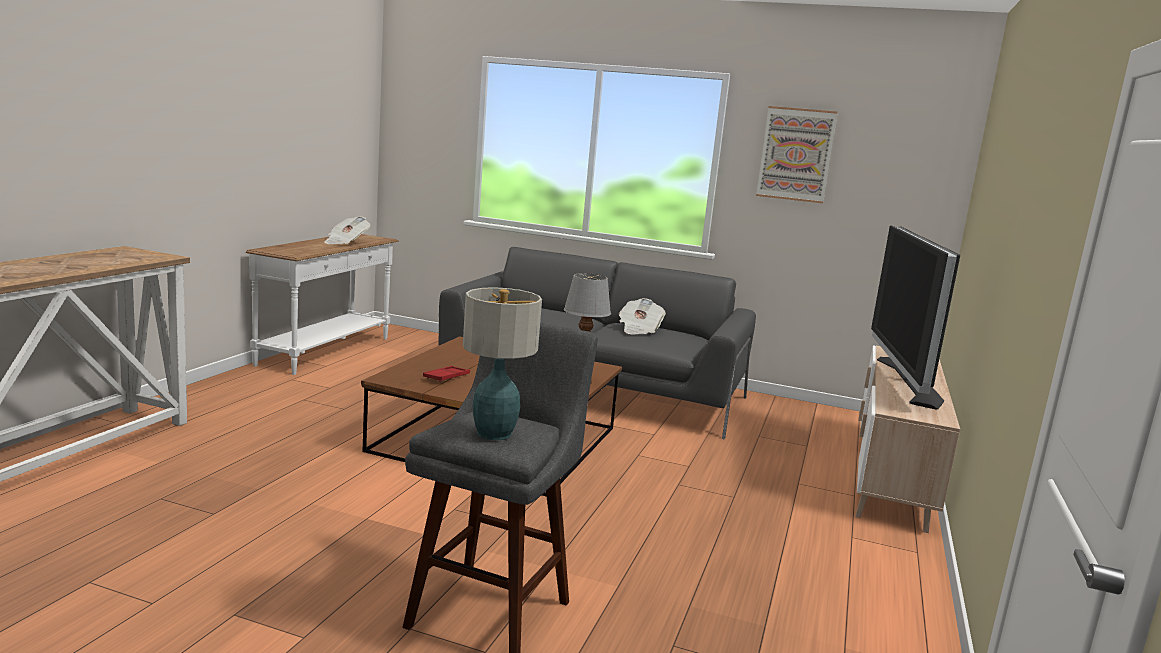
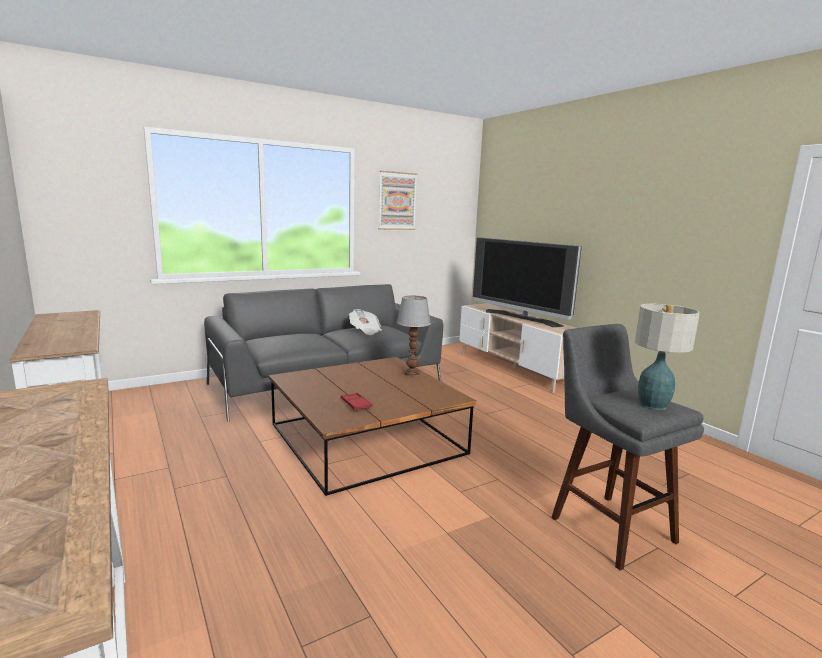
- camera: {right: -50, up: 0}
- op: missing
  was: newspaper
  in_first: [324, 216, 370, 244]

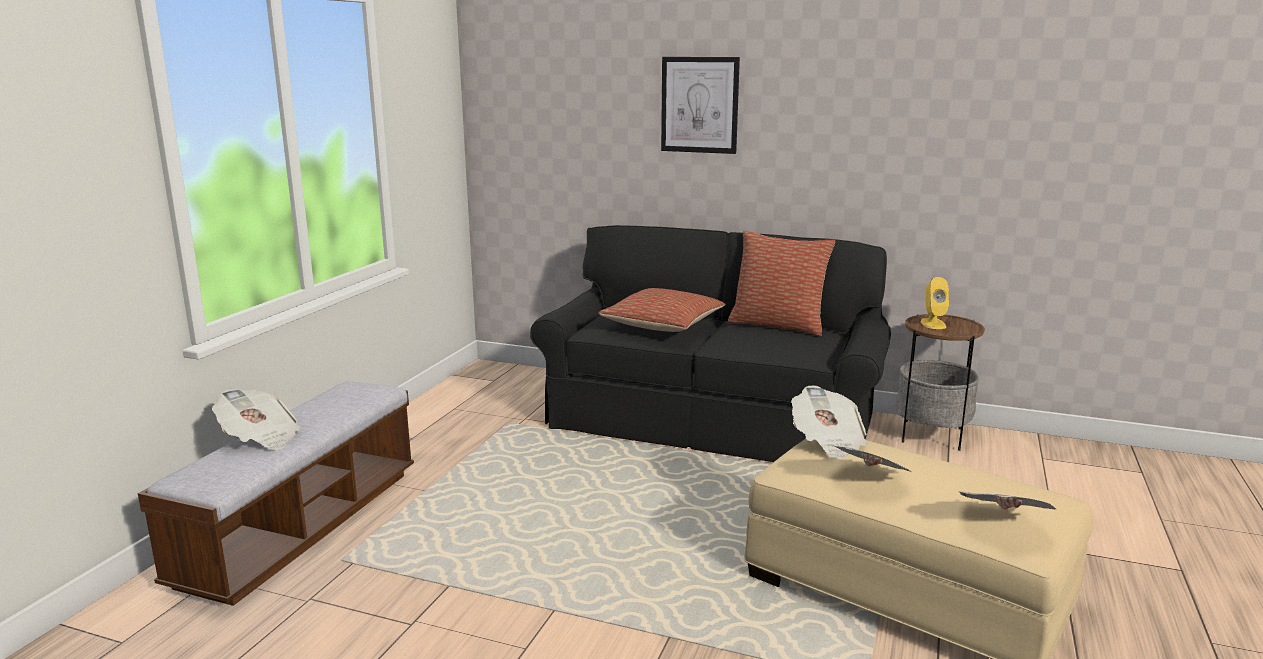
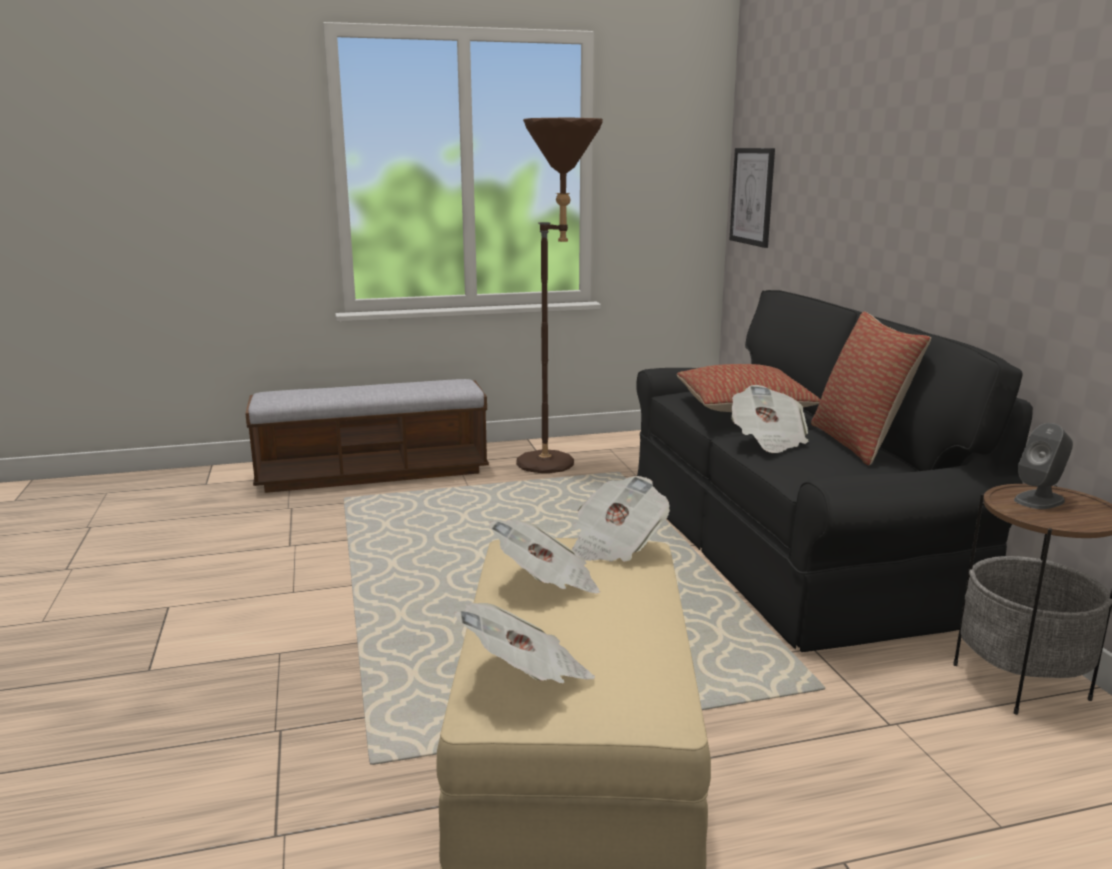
- camera: {right: 55, up: 0}
- op: appeared
  now: brown_floor_lamp
  in_second: [516, 117, 603, 473]
- op: relocated
  was: newspaper
  in_first: [212, 389, 301, 450]
  in_second: [731, 385, 809, 453]
- op: relocated
  was: picture
  in_first: [661, 57, 740, 154]
  in_second: [730, 148, 775, 248]
- op: colour
  was: yellow_speaker
  now: grey_speaker
  in_first: [920, 277, 949, 329]
  in_second: [1014, 423, 1073, 509]

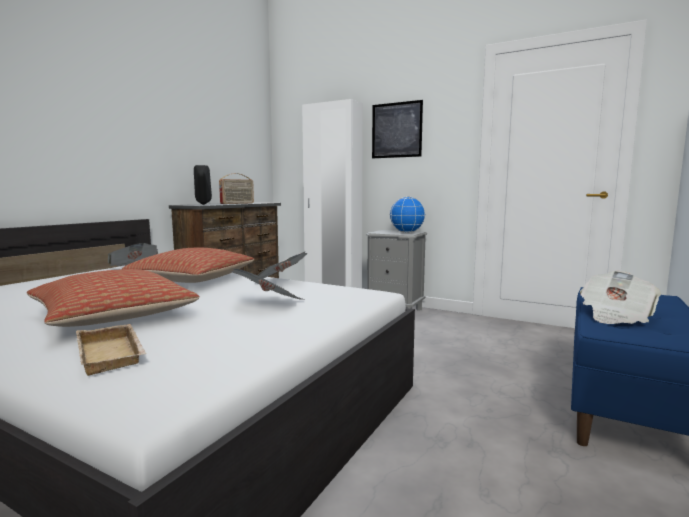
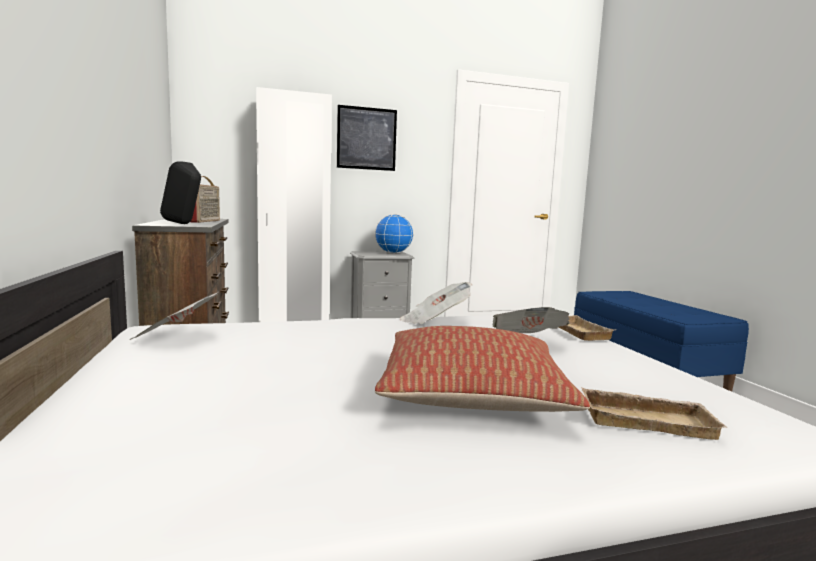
- camera: {right: -45, up: 0}
- op: missing
  was: pillow
  in_first: [122, 248, 254, 283]
- op: missing
  was: newspaper
  in_first: [580, 271, 661, 324]
- op: appeared
  now: beige_tray
  in_second: [558, 315, 614, 341]

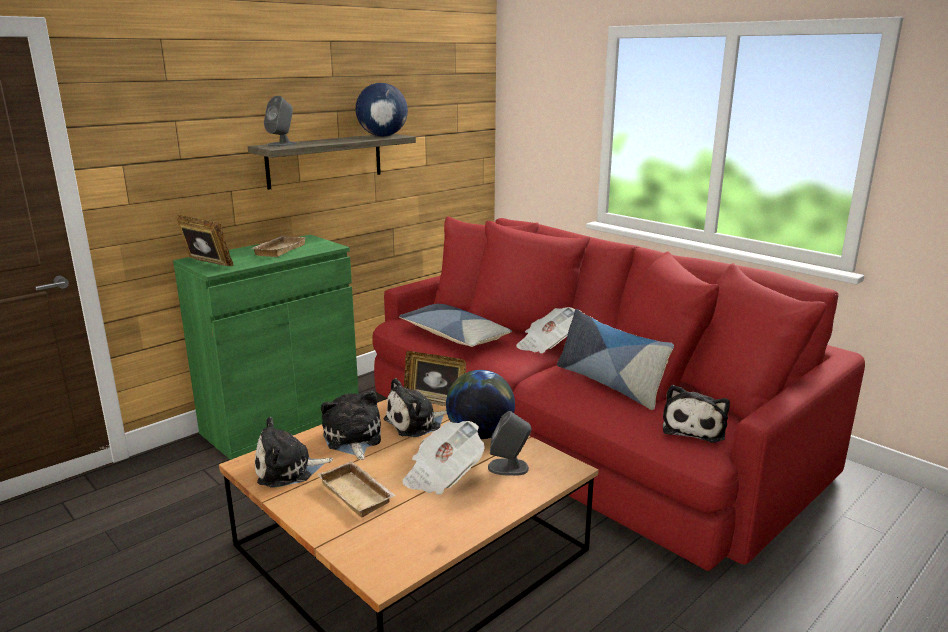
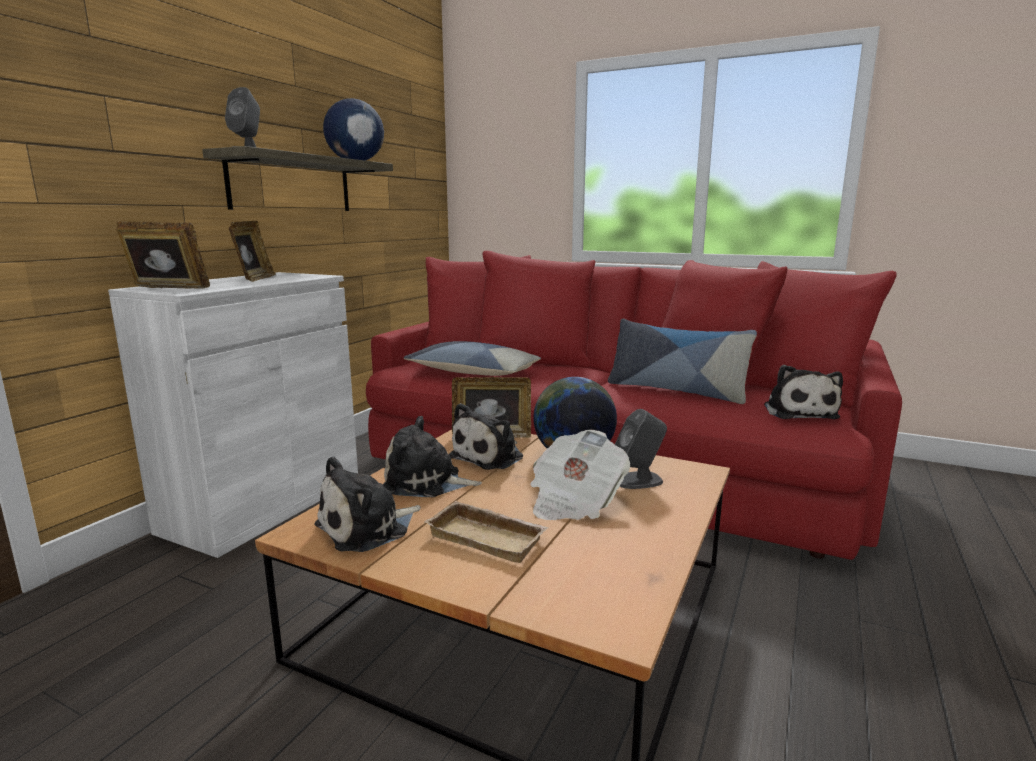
- camera: {right: -20, up: -5}
- op: missing
  was: newspaper
  in_first: [516, 307, 575, 353]
- op: exchanged
  was: beige_tray
  now: picture_frame
  in_first: [252, 236, 307, 257]
  in_second: [229, 221, 276, 282]
- op: colour
  was: green_cabinet
  now: white_cabinet
  in_first: [173, 235, 359, 460]
  in_second: [108, 272, 358, 558]
- op: spun
  was: plush_toy
  in_first: [321, 391, 381, 460]
  in_second: [383, 416, 482, 497]
  clockwise: -45

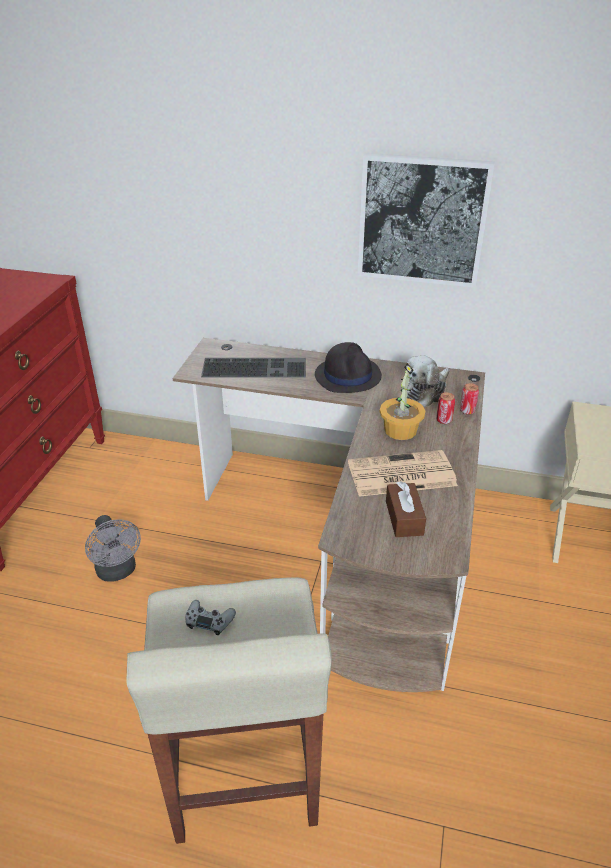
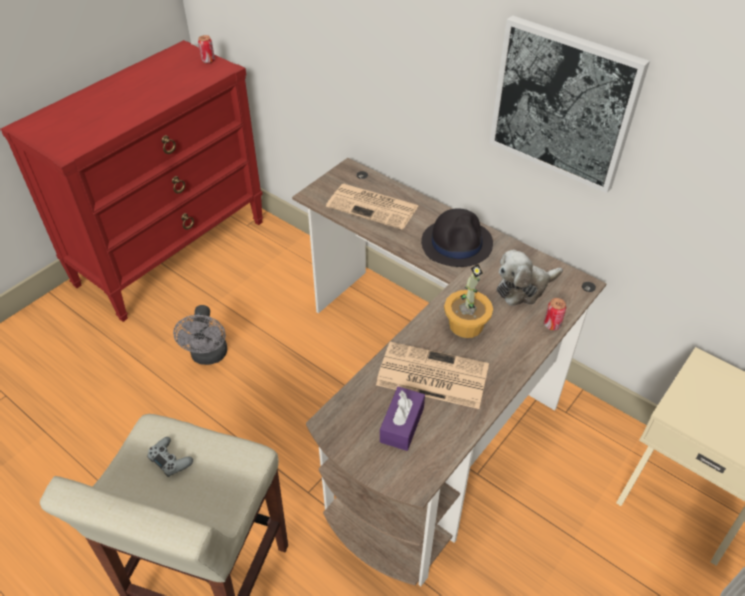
- camera: {right: 25, up: 10}
- op: relocated
  was: can
  in_first: [436, 392, 455, 424]
  in_second: [198, 35, 215, 63]
- op: exchanged
  was: keyboard
  now: newspaper
  in_first: [201, 358, 306, 378]
  in_second: [326, 184, 419, 230]
- op: colour
  was: brown_tissue_box
  now: purple_tissue_box
  in_first: [386, 481, 426, 537]
  in_second: [380, 386, 425, 451]

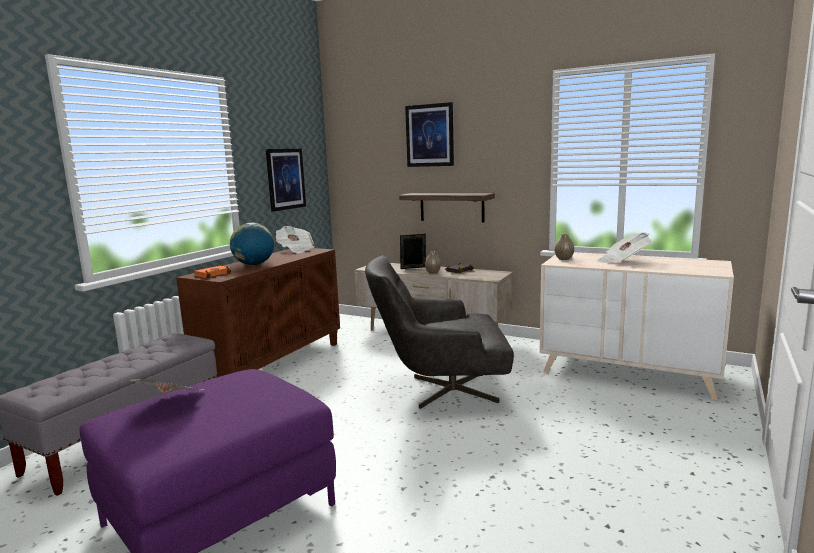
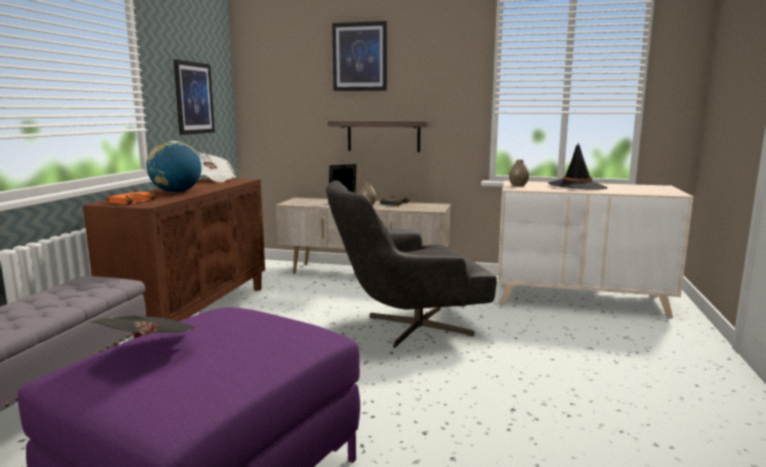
- camera: {right: -15, up: 0}
- op: exchanged
  was: newspaper
  now: black_hat
  in_first: [598, 233, 651, 263]
  in_second: [548, 143, 608, 190]

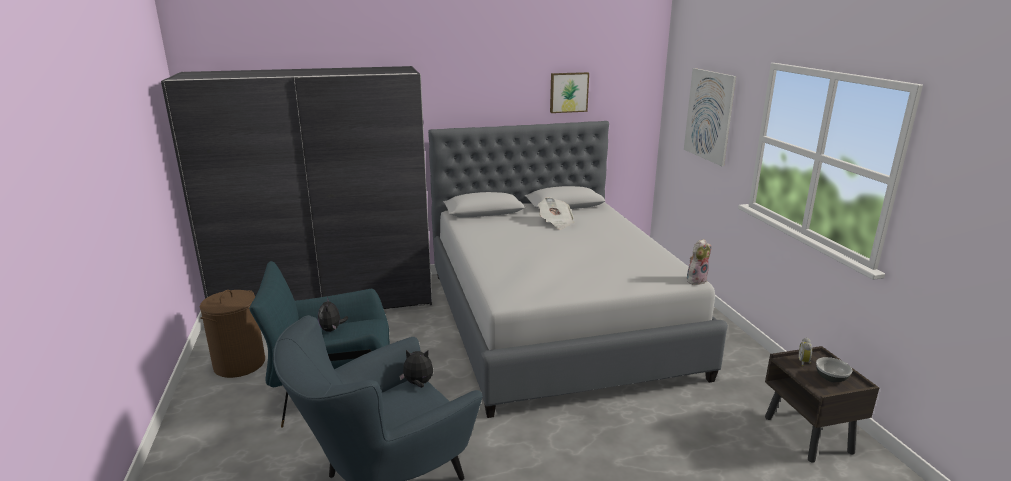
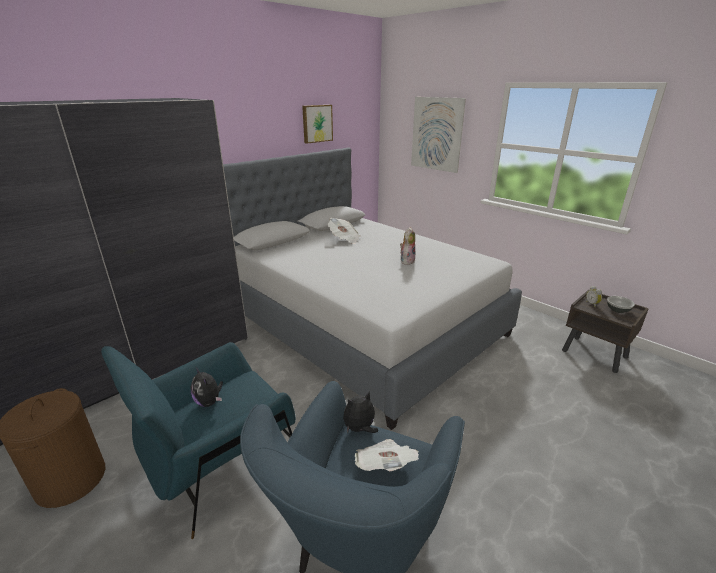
- camera: {right: -30, up: 5}
- op: appeared
  now: newspaper
  in_second: [355, 439, 419, 471]
- op: relocated
  was: plush_toy
  in_first: [687, 239, 711, 285]
  in_second: [400, 227, 415, 265]

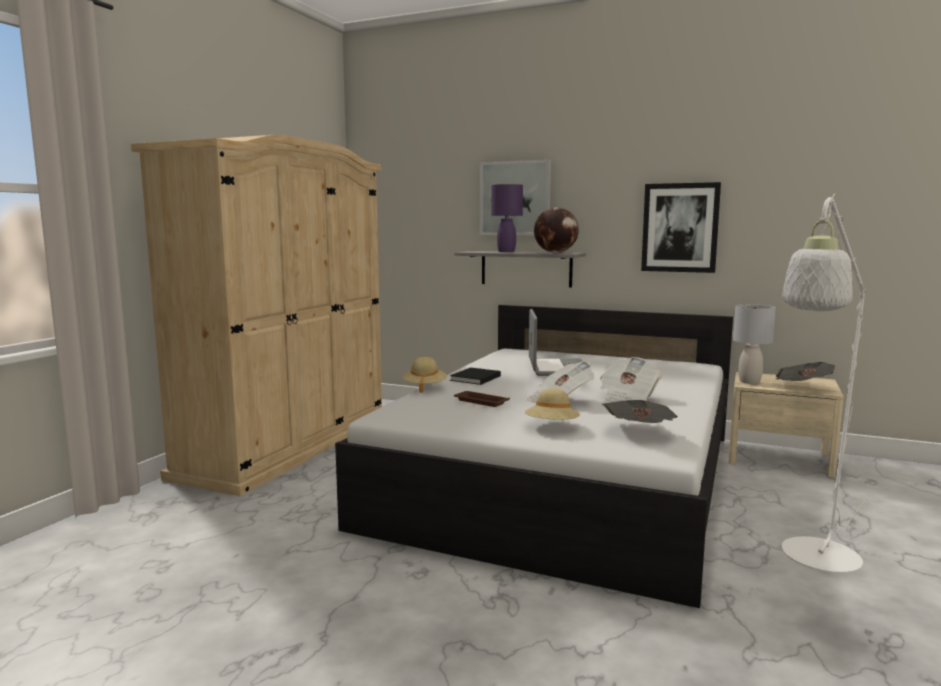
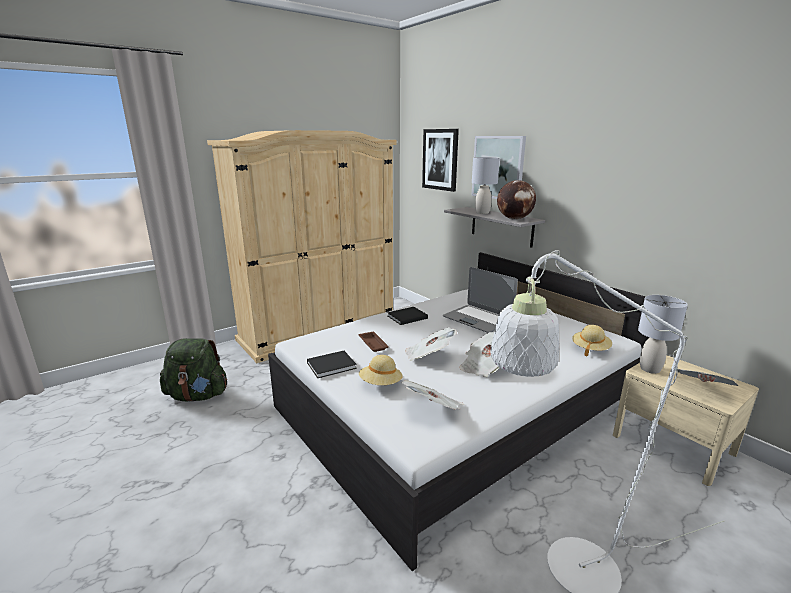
- camera: {right: 30, up: 10}
- op: appeared
  now: green_backpack
  in_second: [160, 338, 227, 402]
- op: appeared
  now: black_book
  in_second: [307, 351, 357, 378]
- op: relocated
  was: beige_hat
  in_first: [403, 357, 447, 393]
  in_second: [572, 325, 612, 357]
- op: relocated
  was: picture
  in_first: [641, 182, 721, 273]
  in_second: [422, 129, 459, 192]
- op: colour
  was: purple_table_lamp
  now: grey_table_lamp
  in_first: [491, 184, 523, 252]
  in_second: [472, 157, 500, 214]
- op: spun
  was: laptop
  in_first: [529, 309, 583, 376]
  in_second: [443, 267, 518, 333]
  clockwise: 105

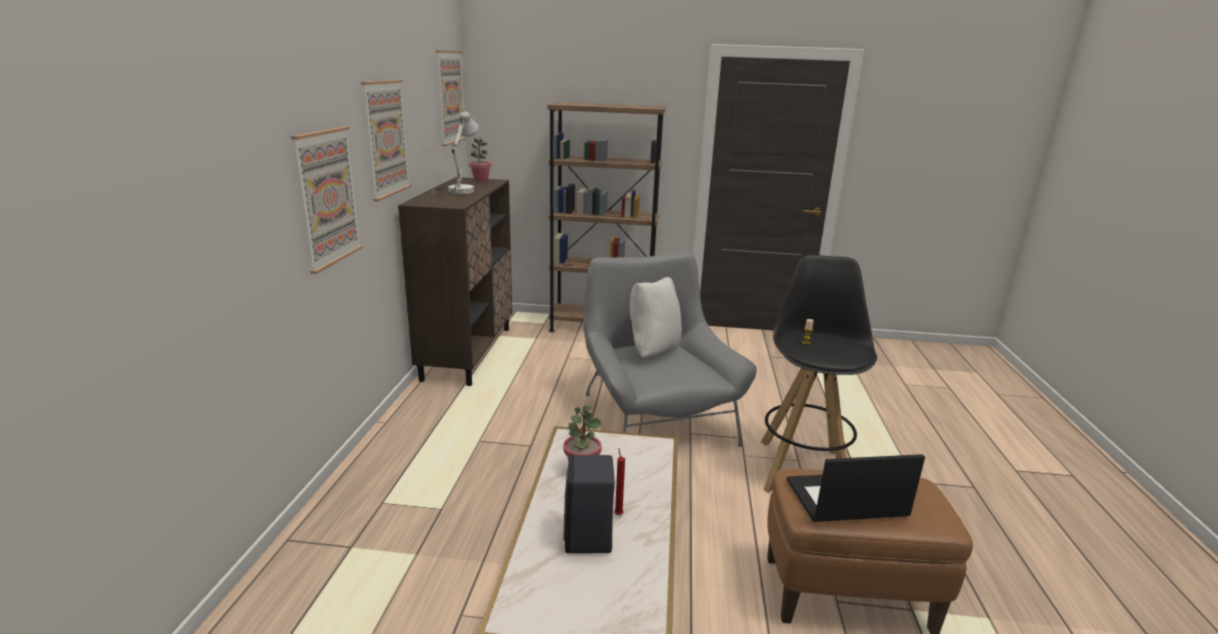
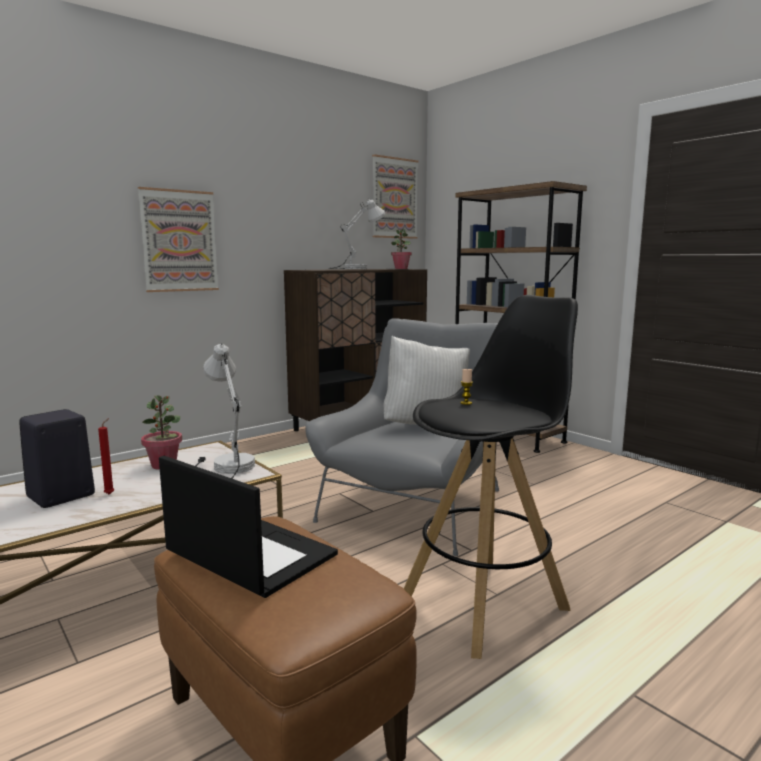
- camera: {right: 45, up: -10}
- op: missing
  was: picture
  in_first: [361, 80, 411, 201]
- op: appeared
  now: white_table_lamp
  in_second: [196, 343, 255, 479]

